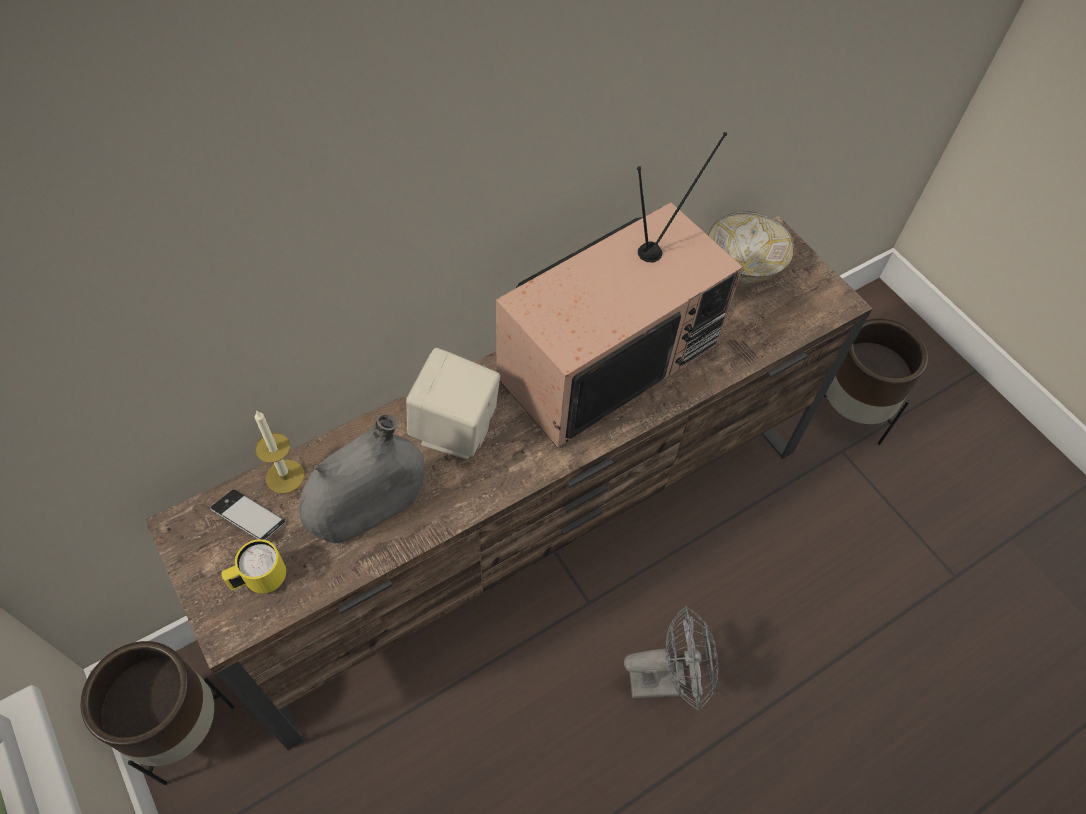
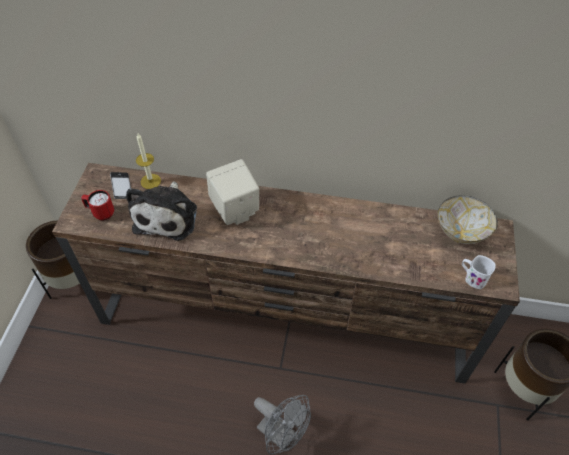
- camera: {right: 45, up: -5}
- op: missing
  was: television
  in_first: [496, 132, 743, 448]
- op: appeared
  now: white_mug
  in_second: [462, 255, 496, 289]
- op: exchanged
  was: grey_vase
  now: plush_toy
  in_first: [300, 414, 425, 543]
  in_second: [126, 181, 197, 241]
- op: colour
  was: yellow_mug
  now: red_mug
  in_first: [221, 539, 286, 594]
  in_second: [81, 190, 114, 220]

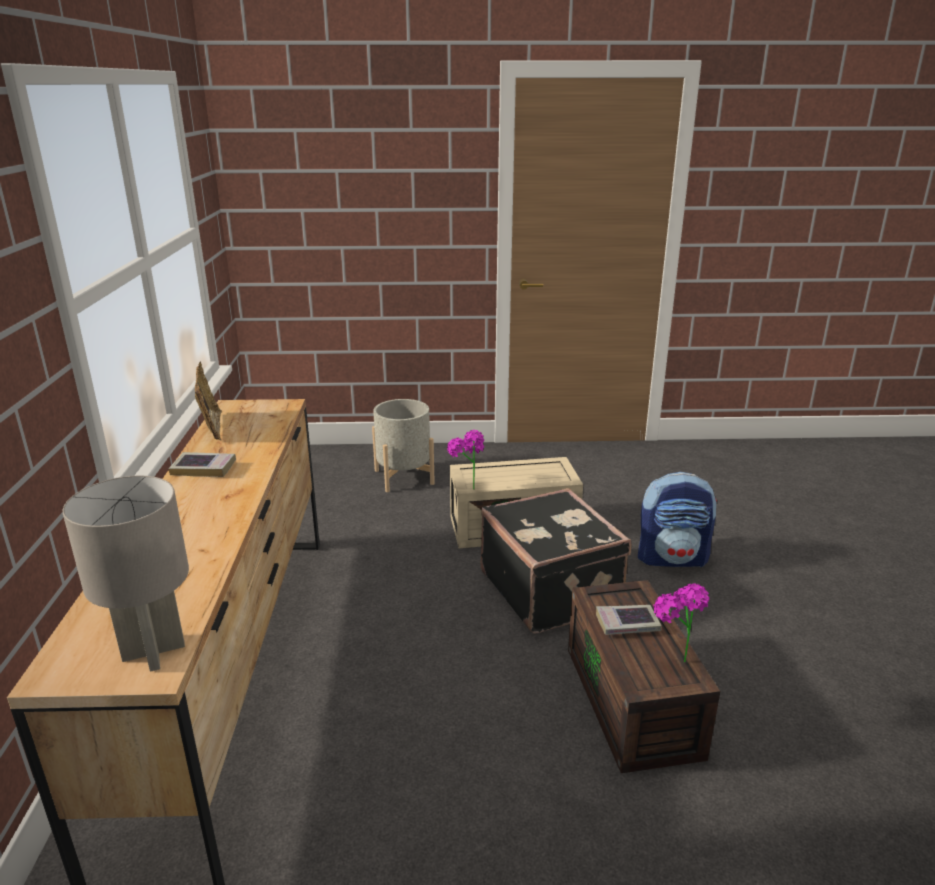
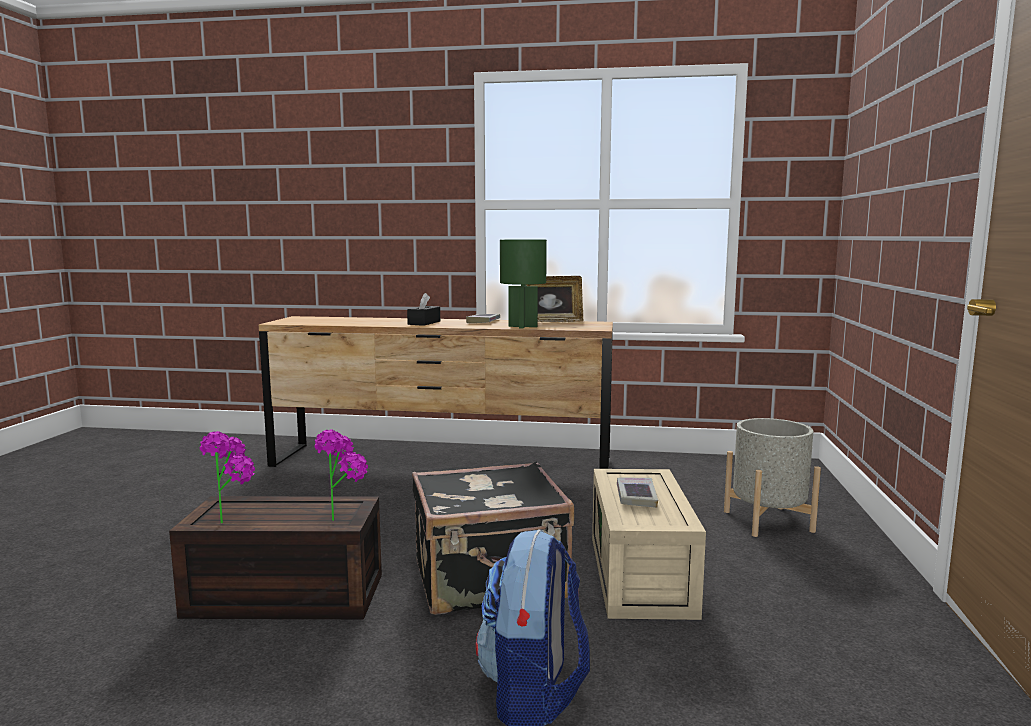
- camera: {right: 100, up: -15}
- op: missing
  was: grey_table_lamp
  in_first: [63, 476, 189, 672]
- op: appeared
  now: black_tissue_box
  in_second: [407, 293, 440, 326]
- op: appeared
  now: green_table_lamp
  in_second: [500, 239, 547, 329]
- op: relocated
  was: potted_plant
  in_first: [447, 430, 484, 490]
  in_second: [315, 429, 368, 521]
- op: relocated
  was: book
  in_first: [596, 605, 661, 635]
  in_second: [617, 478, 658, 508]

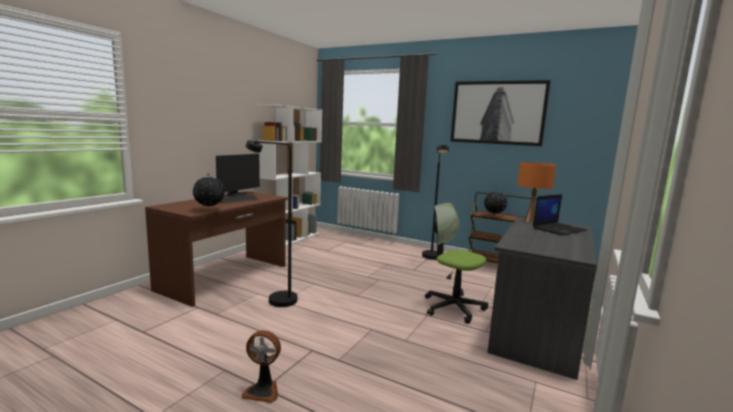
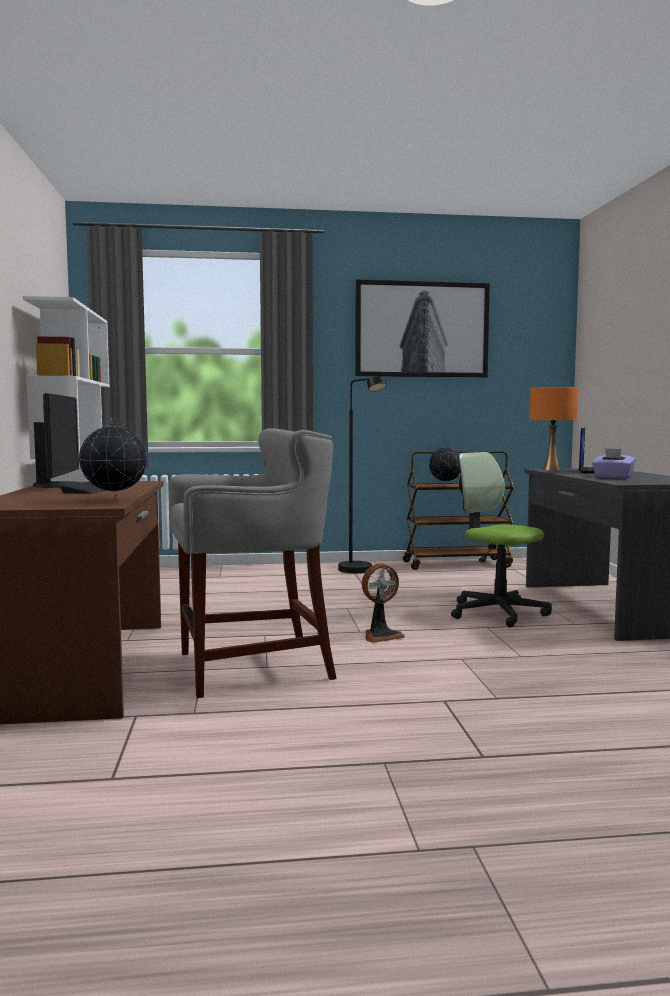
- camera: {right: -35, up: -5}
- op: appeared
  now: purple_tissue_box
  in_second: [592, 448, 636, 478]
- op: relocated
  was: fan
  in_first: [241, 330, 281, 403]
  in_second: [362, 563, 405, 643]
- op: exchanged
  was: black_floor_lamp
  now: grey_stool
  in_first: [245, 140, 297, 307]
  in_second: [169, 428, 337, 698]
- op: spun
  was: office_chair
  in_first: [425, 203, 488, 324]
  in_second: [451, 452, 552, 627]
  clockwise: 45

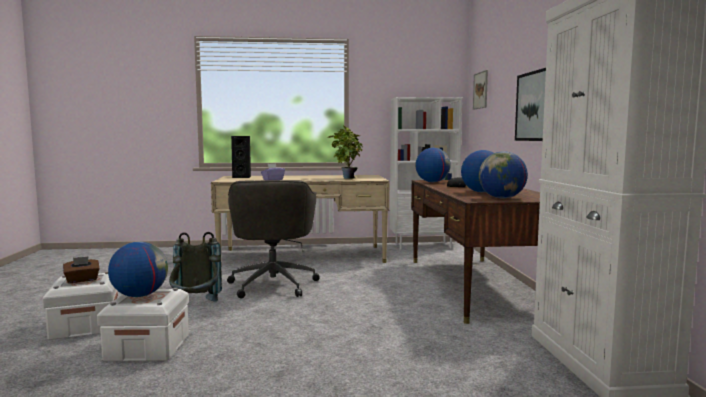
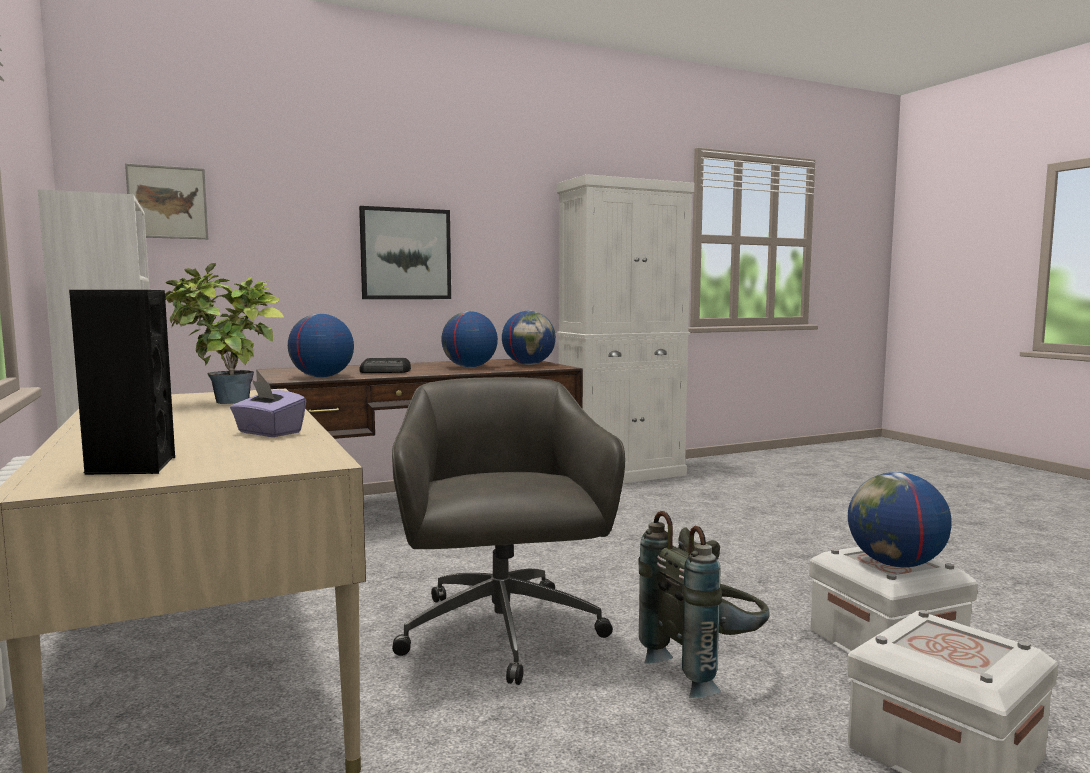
- camera: {right: -110, up: 0}
- op: missing
  was: brown_tissue_box
  in_first: [63, 256, 100, 283]
- op: spun
  was: grey_office_chair
  in_first: [227, 180, 320, 298]
  in_second: [392, 377, 625, 685]
  clockwise: -75

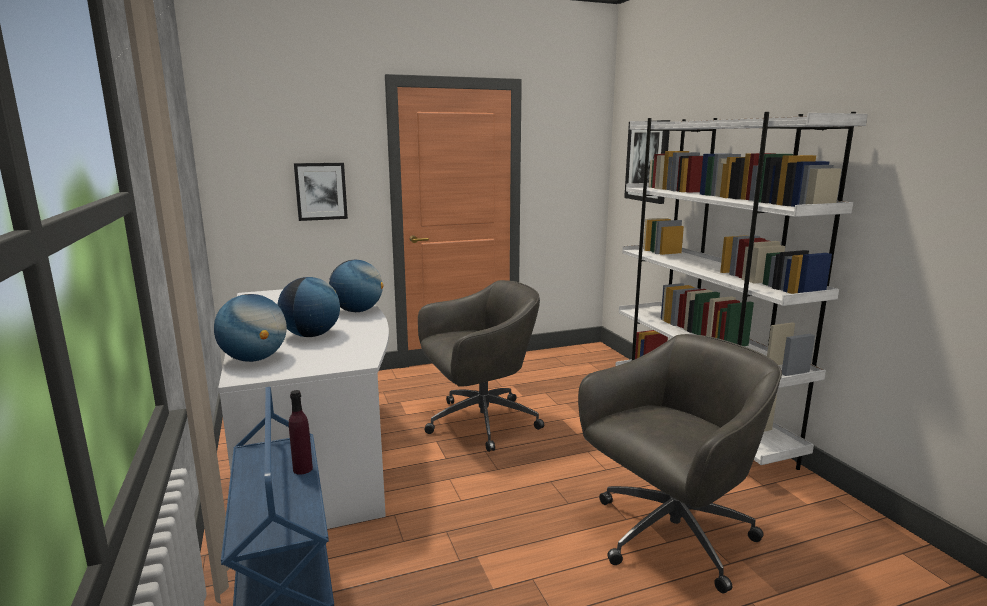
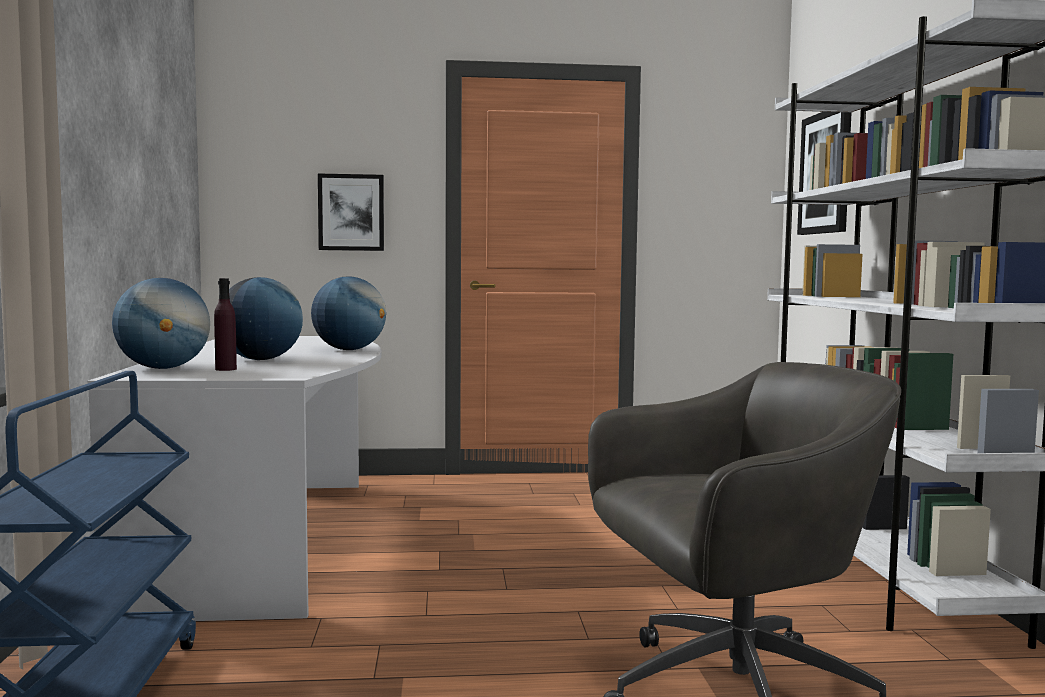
- camera: {right: 15, up: -10}
- op: missing
  was: grey_office_chair
  in_first: [418, 280, 544, 452]
- op: relocated
  was: purple_bottle
  in_first: [289, 390, 313, 475]
  in_second: [214, 278, 237, 371]

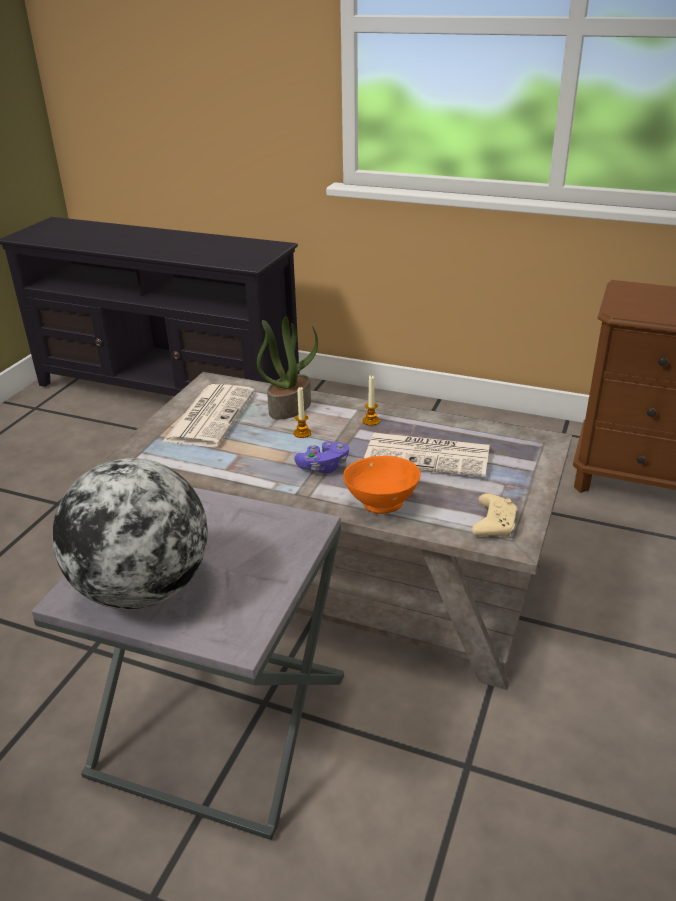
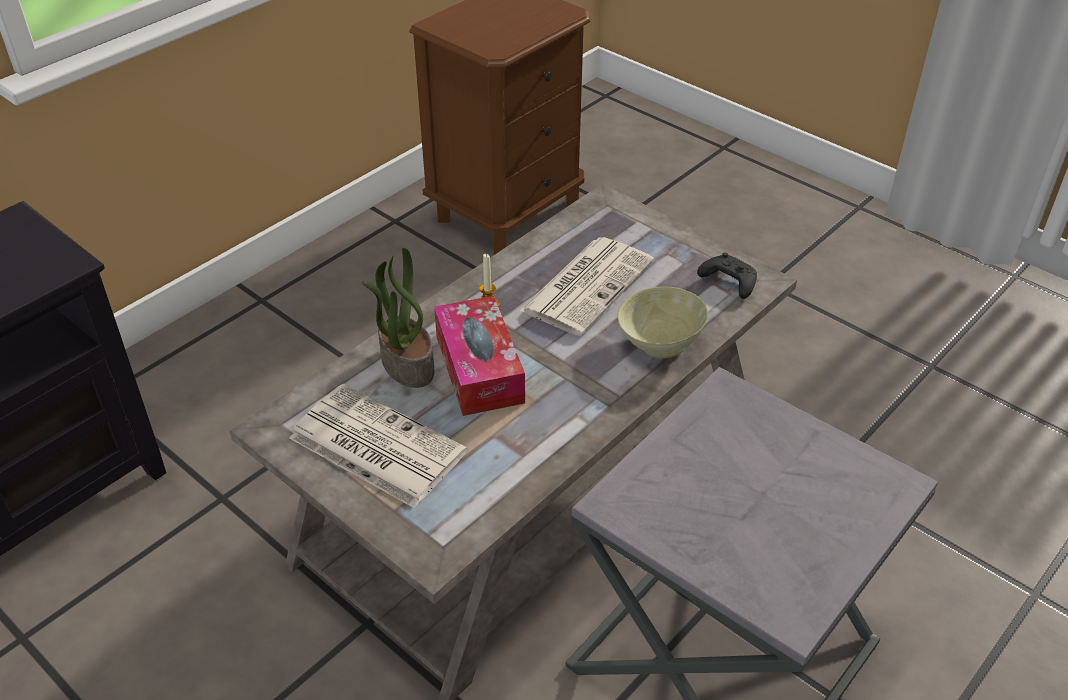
- camera: {right: -70, up: 10}
- op: missing
  was: globe
  in_first: [52, 458, 208, 610]
- op: missing
  was: purple_game_controller
  in_first: [294, 441, 349, 474]
- op: exchanged
  was: candle
  now: tissue_box
  in_first: [294, 387, 311, 438]
  in_second: [434, 296, 525, 416]
- op: colour
  was: orange_bowl
  now: beige_bowl
  in_first: [343, 456, 421, 514]
  in_second: [617, 286, 708, 358]
- op: colour
  was: beige_game_controller
  now: black_game_controller
  in_first: [472, 494, 517, 537]
  in_second: [697, 253, 757, 299]

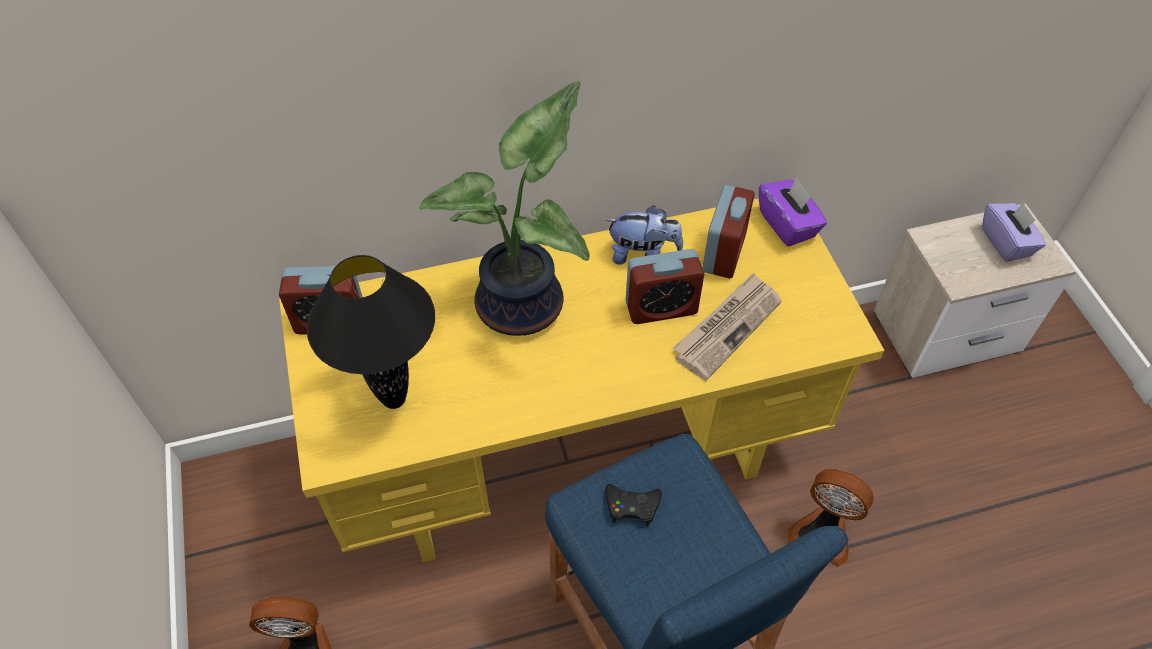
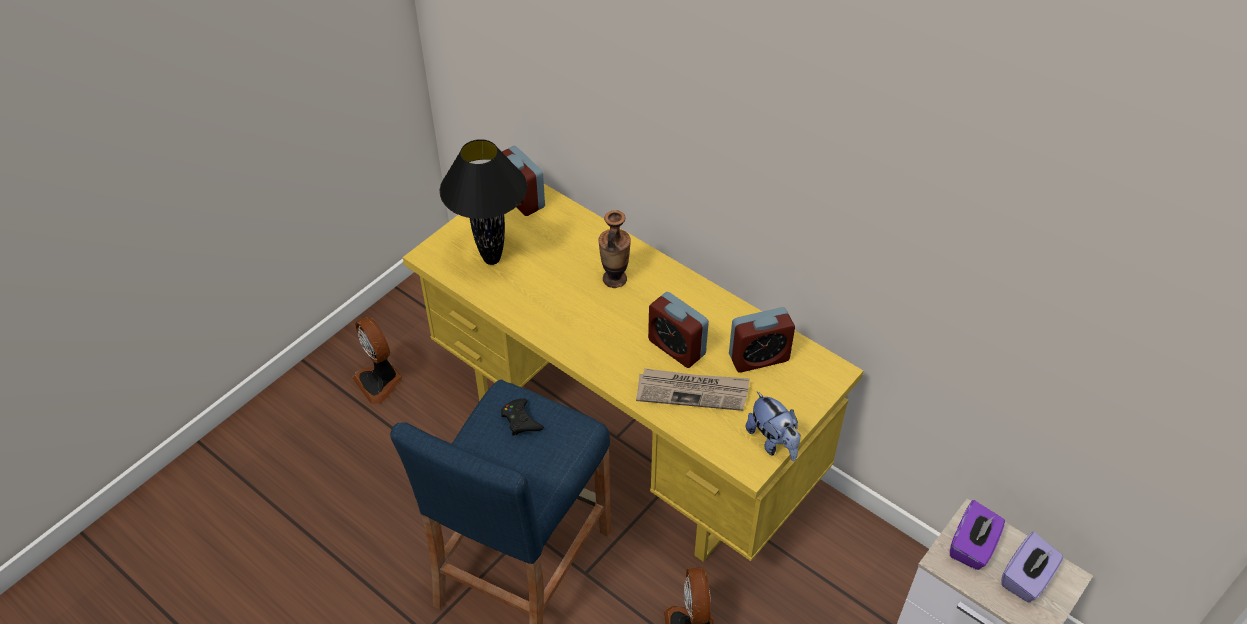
- camera: {right: 55, up: -5}
- op: relocated
  was: plush_toy
  in_first: [606, 205, 683, 265]
  in_second: [746, 391, 800, 461]
- op: relocated
  was: purple_tissue_box
  in_first: [759, 178, 827, 247]
  in_second: [950, 500, 1005, 570]
- op: exchanged
  was: potted_plant
  now: vase
  in_first: [419, 81, 590, 336]
  in_second: [598, 210, 631, 288]

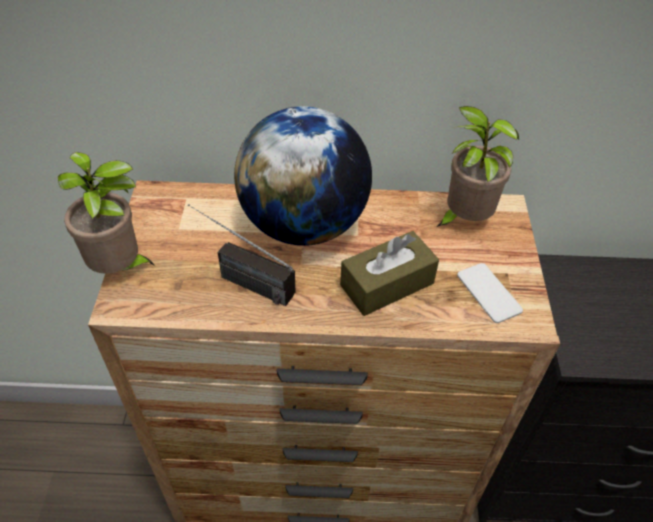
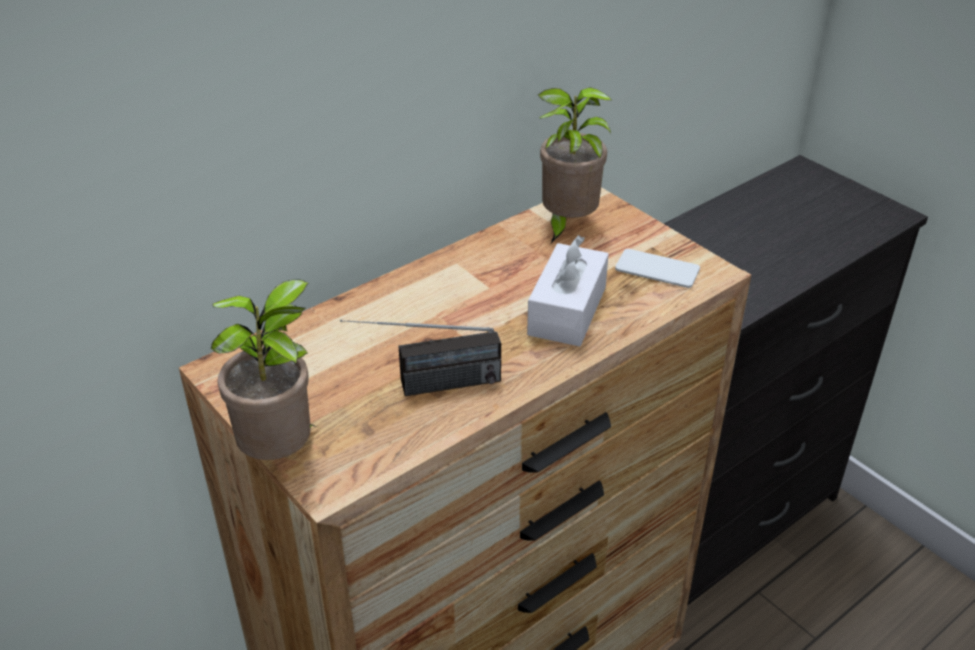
- camera: {right: -40, up: -10}
- op: missing
  was: globe
  in_first: [234, 106, 372, 246]
- op: colour
  was: brown_tissue_box
  now: white_tissue_box
  in_first: [340, 231, 439, 316]
  in_second: [527, 235, 609, 347]

